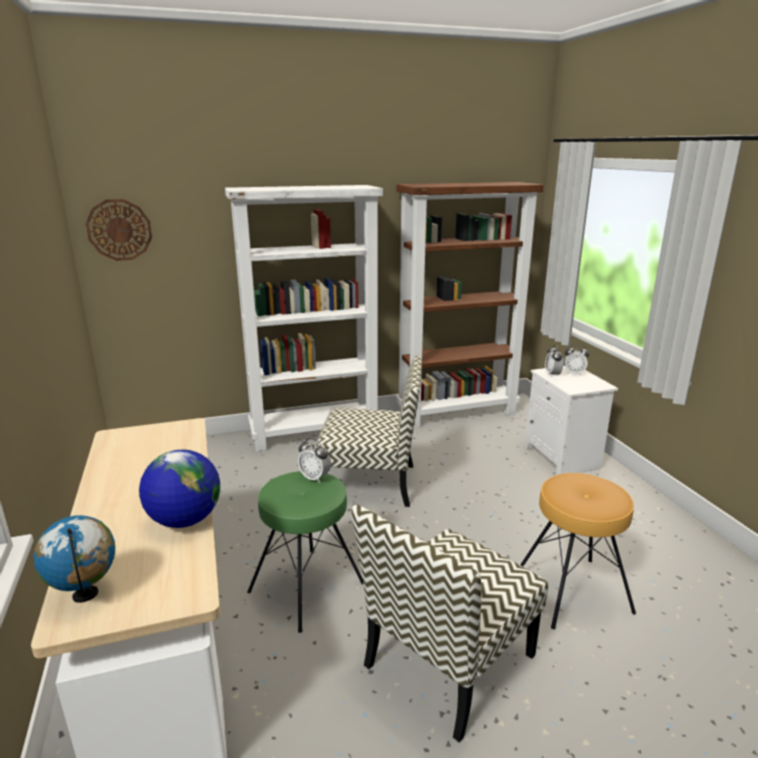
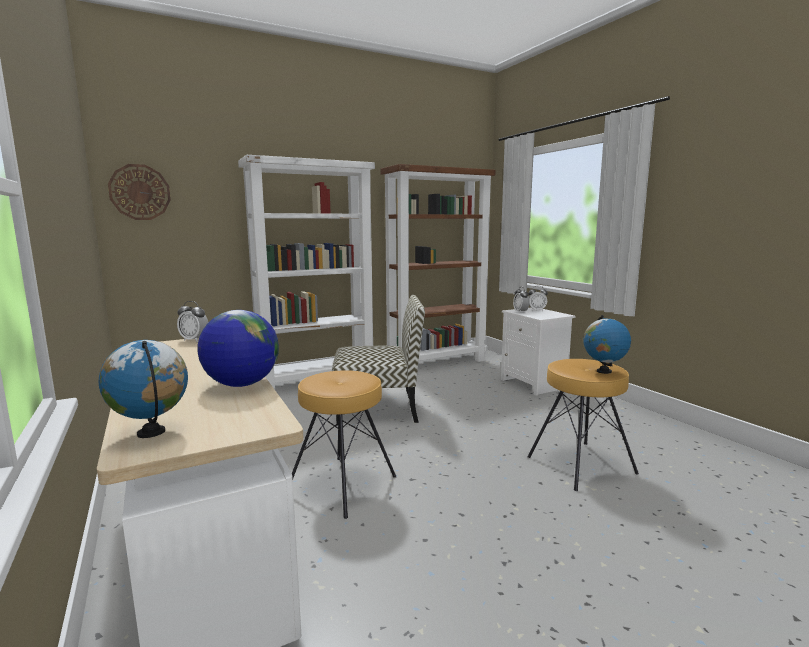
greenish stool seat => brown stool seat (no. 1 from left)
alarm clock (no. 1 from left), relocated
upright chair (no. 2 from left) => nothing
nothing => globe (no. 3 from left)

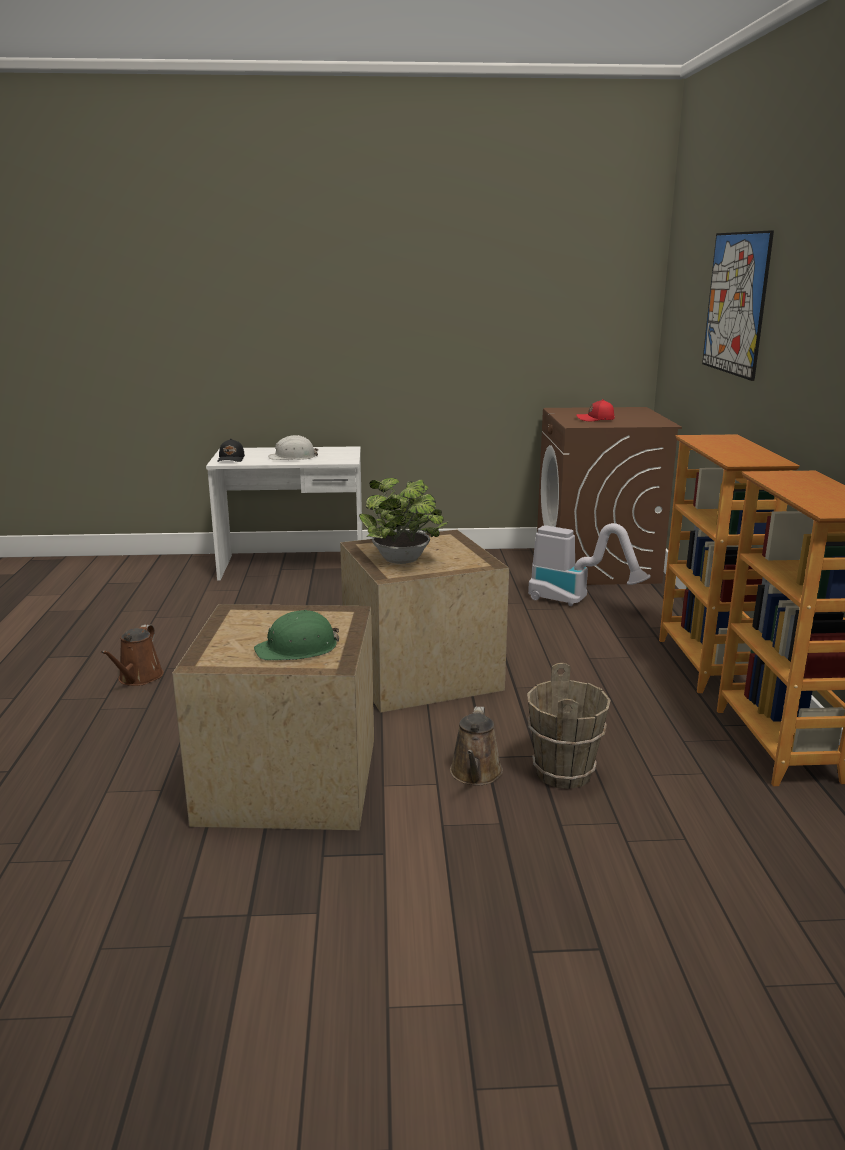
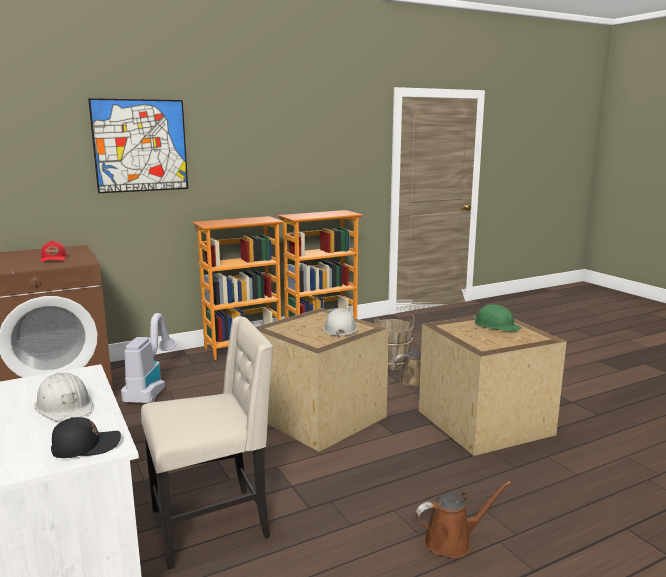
plant in a pot => white-coloured safety helmet (no. 2 from left)
nothing => beige upright chair

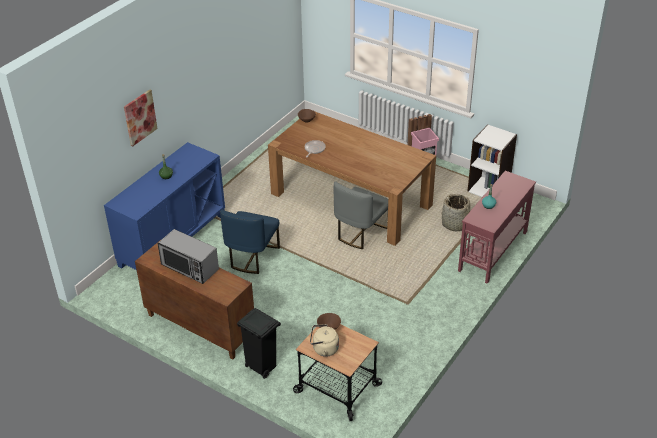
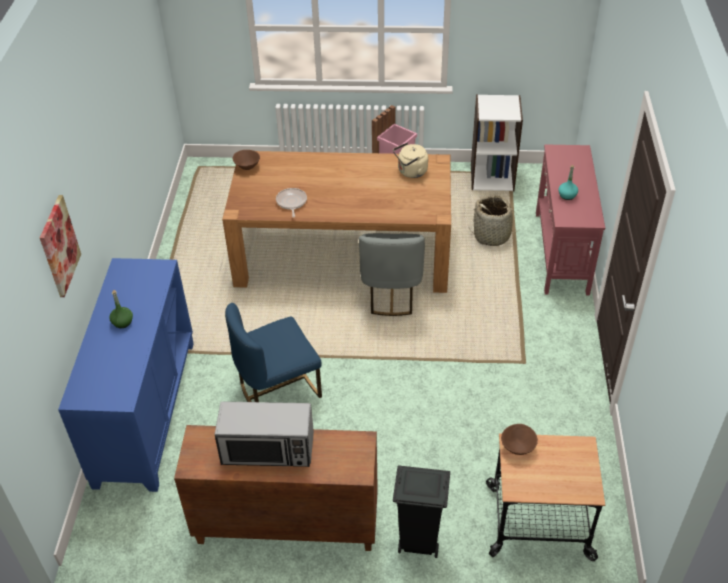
bluish upright chair, 75 degrees clockwise
beige kettle, relocated

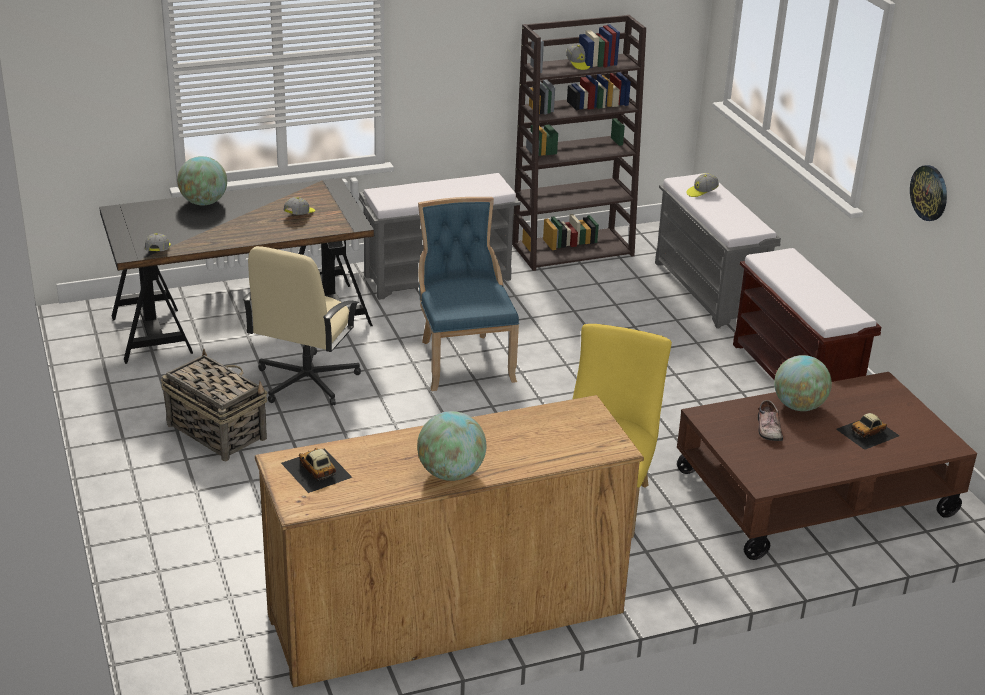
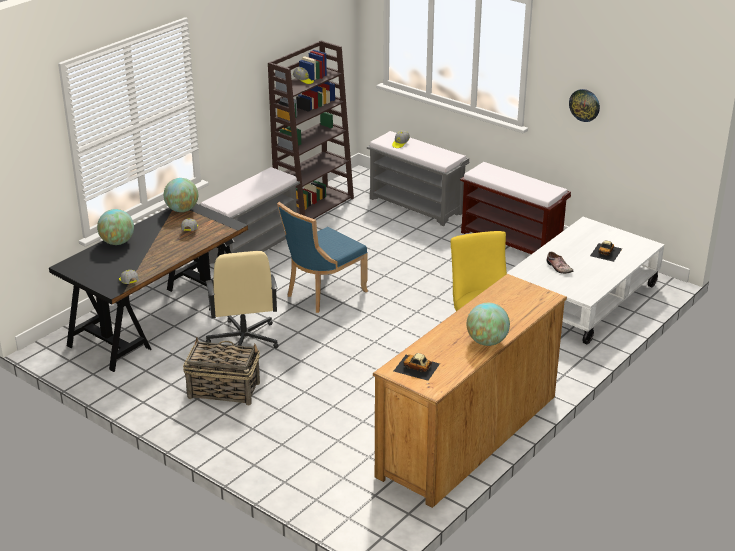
bluish upright chair, 90 degrees counterclockwise
brown lounge table => white-coloured lounge table
globe (no. 3 from left in the first image) => globe (no. 2 from left), relocated

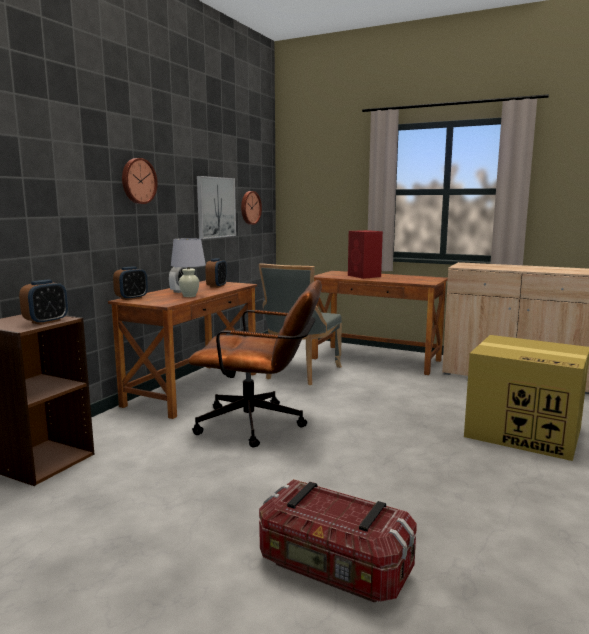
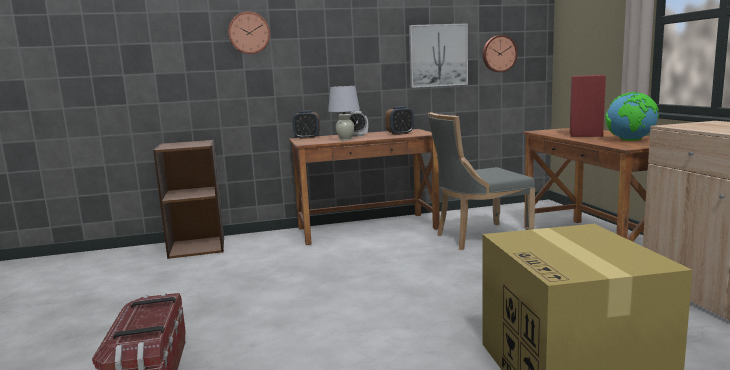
alarm clock (no. 1 from left) => nothing
clock on the wall (no. 1 from left), relocated
brown computer chair => nothing
nothing => globe

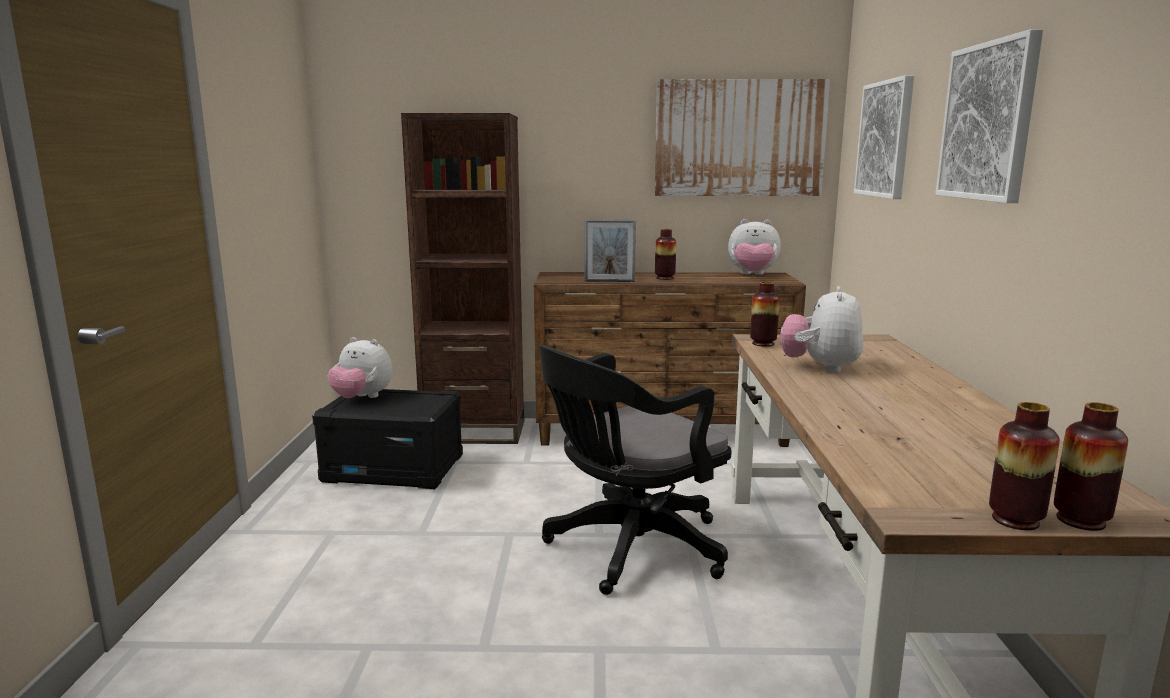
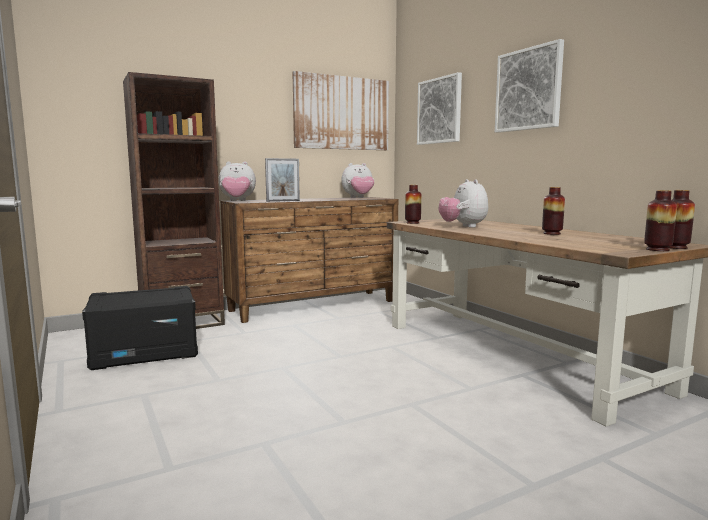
plush toy (no. 1 from left), relocated
blackish computer chair => nothing
decorative vase (no. 1 from left in the first image) => decorative vase (no. 2 from left), relocated

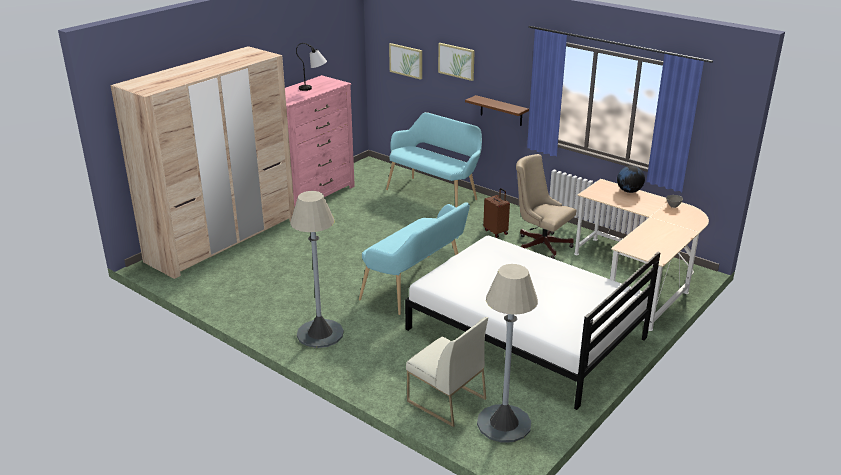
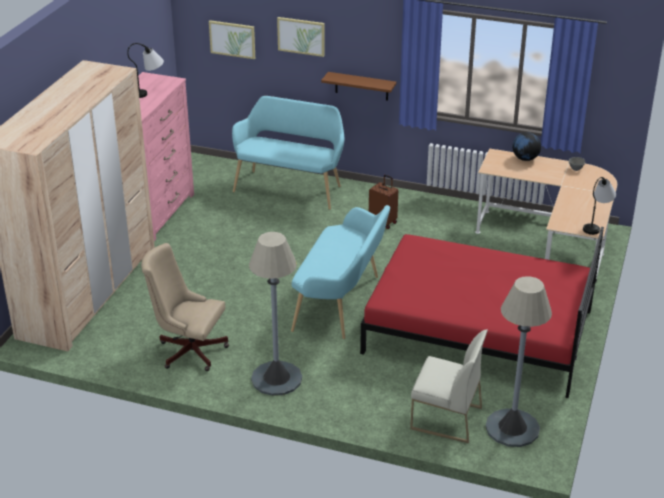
white-coloured bedroom bed => reddish bedroom bed
beige computer chair, relocated
nothing => table lamp (no. 2 from left)

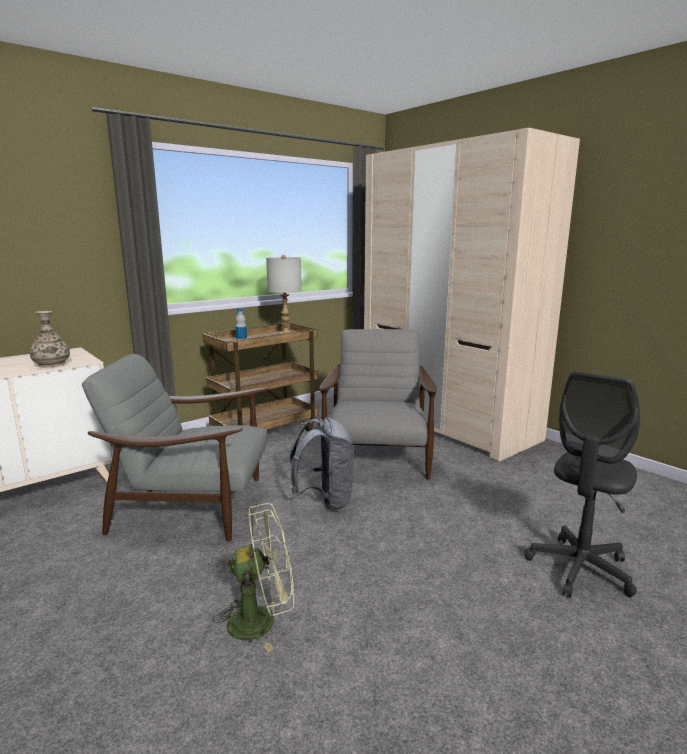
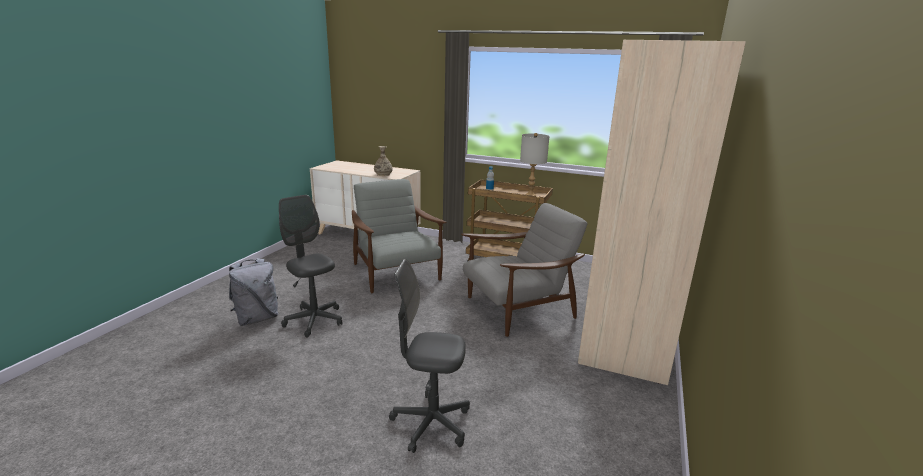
greenish fan => greyish computer chair (no. 1 from left)
greyish rucksack, relocated

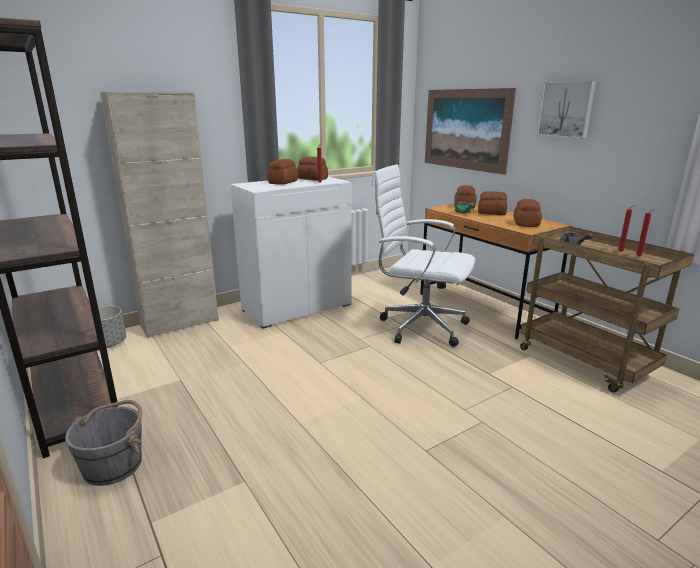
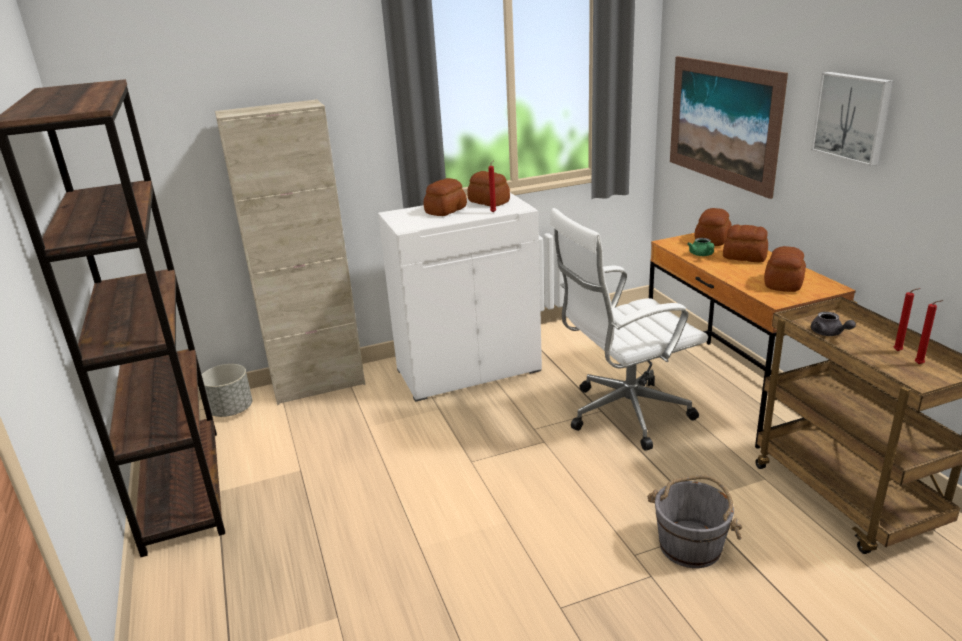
greyish pail, relocated
white-coloured computer chair, 60 degrees counterclockwise

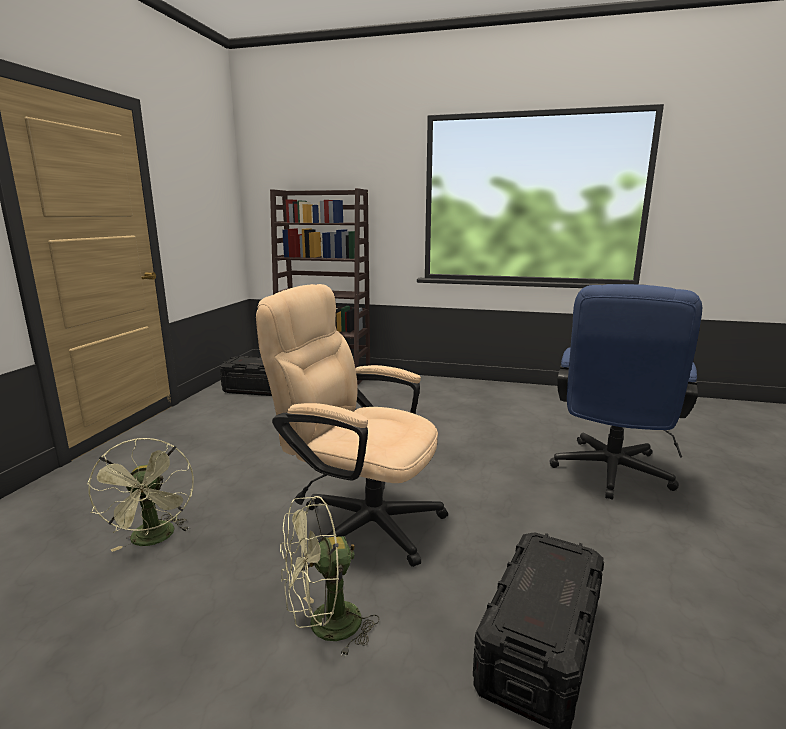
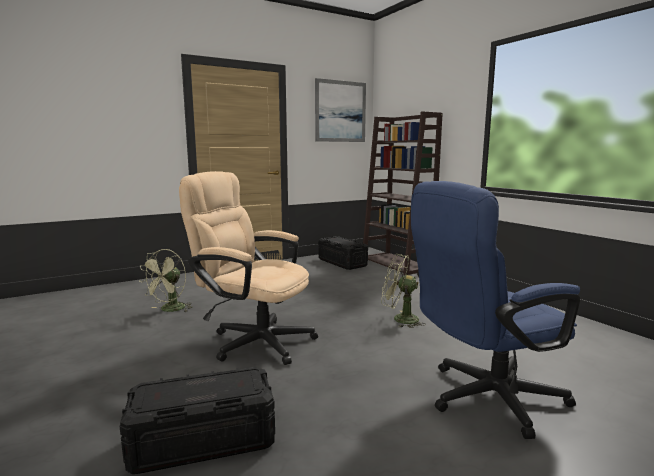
beige computer chair, 45 degrees counterclockwise
greenish fan (no. 2 from left), relocated
nothing => wall art

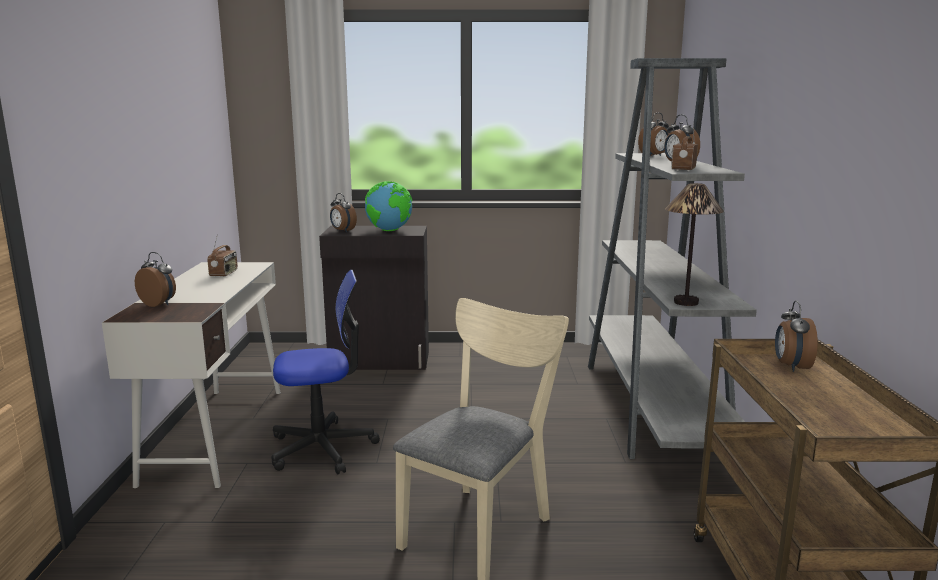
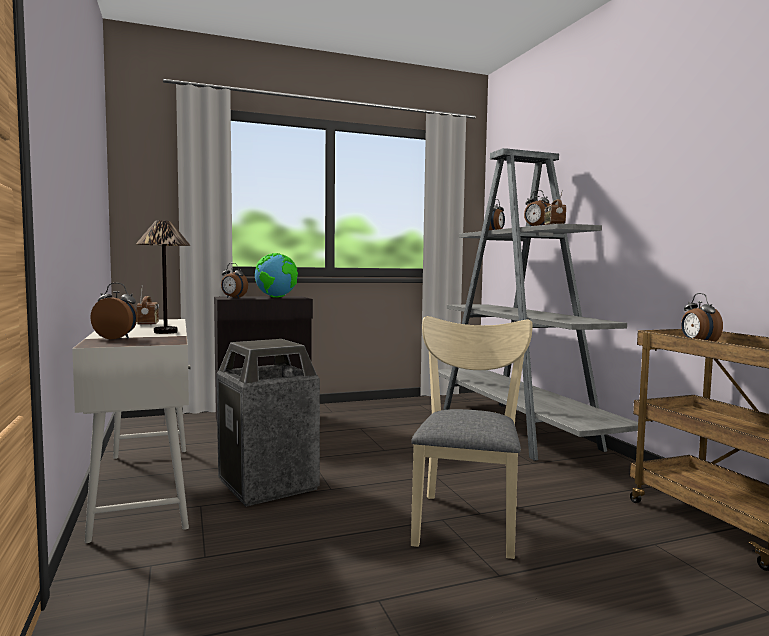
computer chair => waste bin
table lamp, relocated

